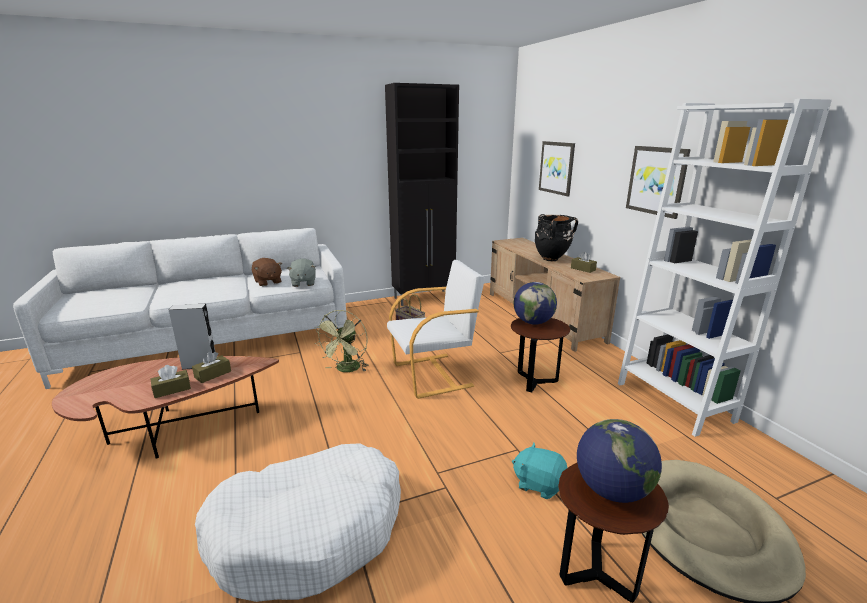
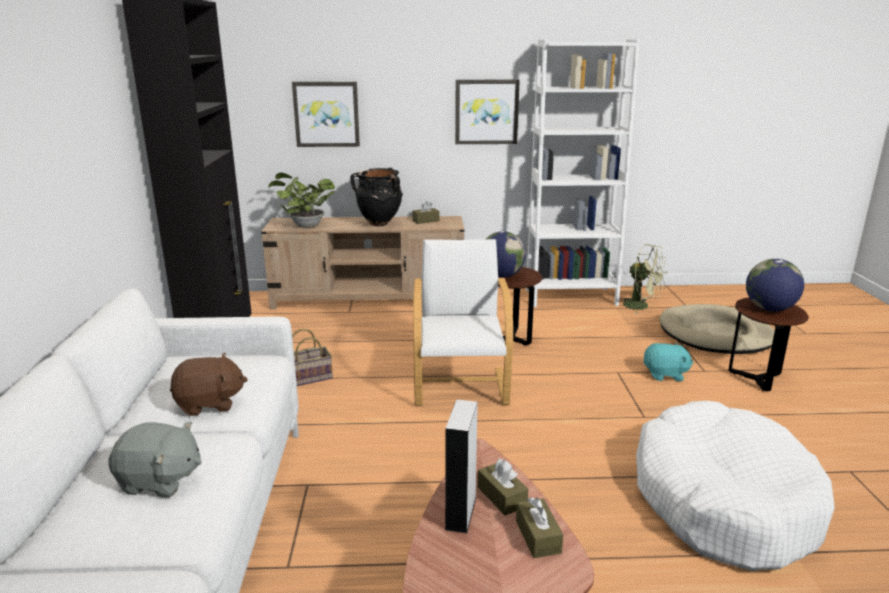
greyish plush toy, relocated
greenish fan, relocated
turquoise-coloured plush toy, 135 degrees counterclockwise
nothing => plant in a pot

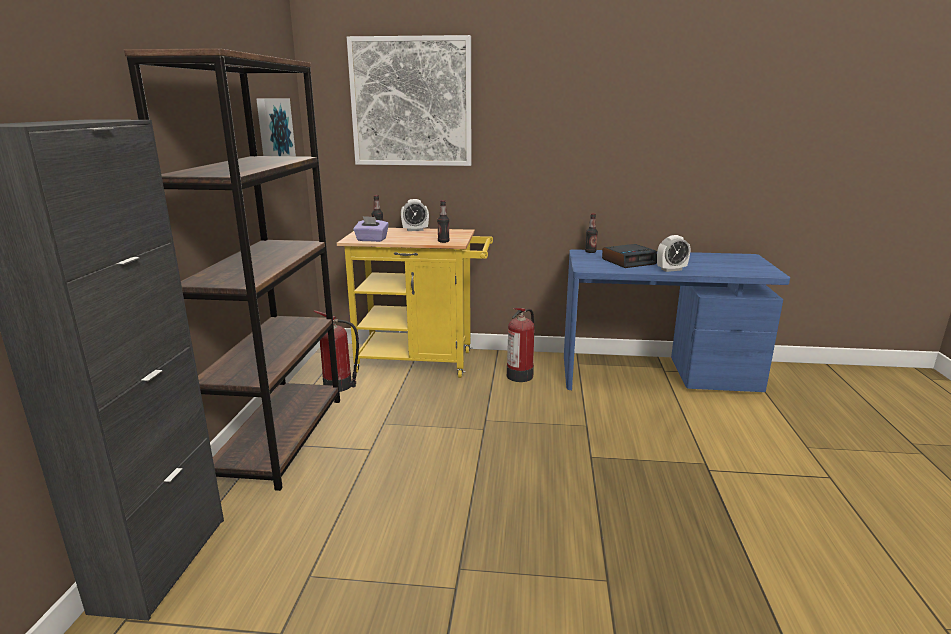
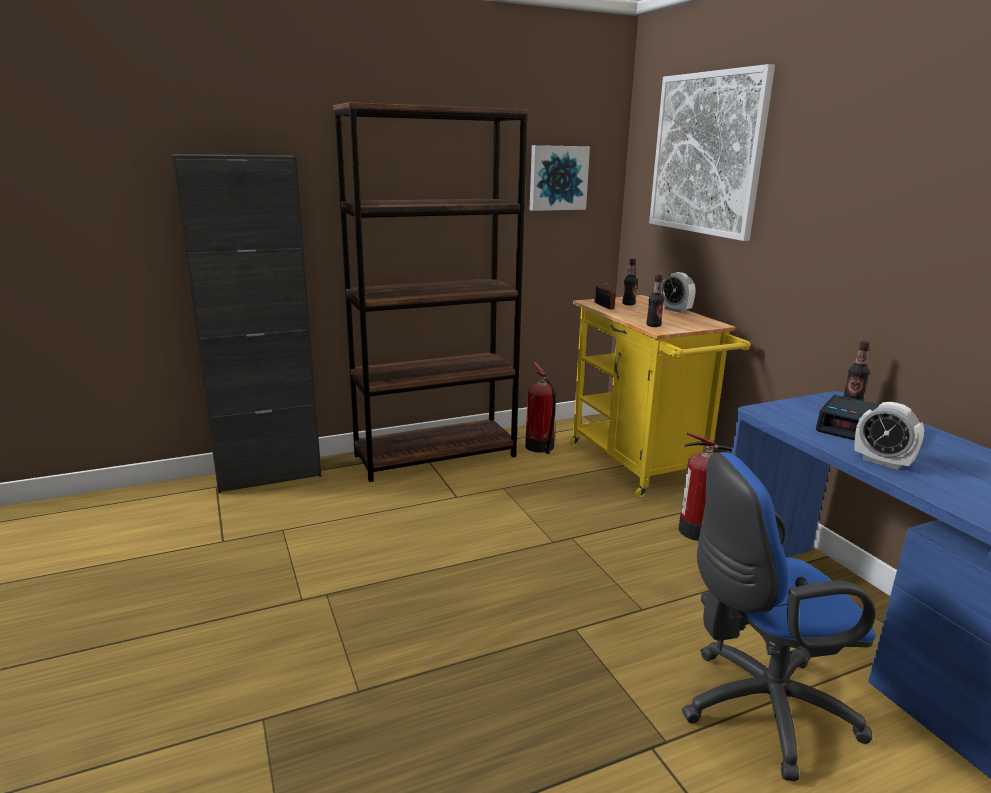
purple box of tissues => radio
nothing => bluish computer chair

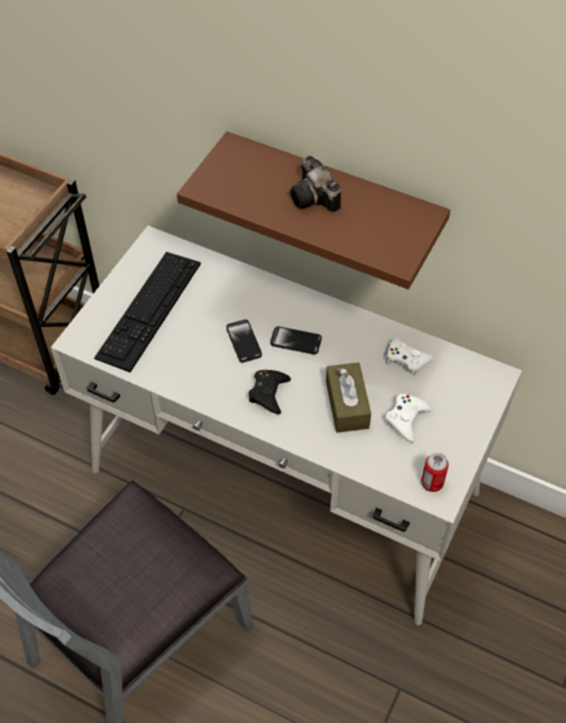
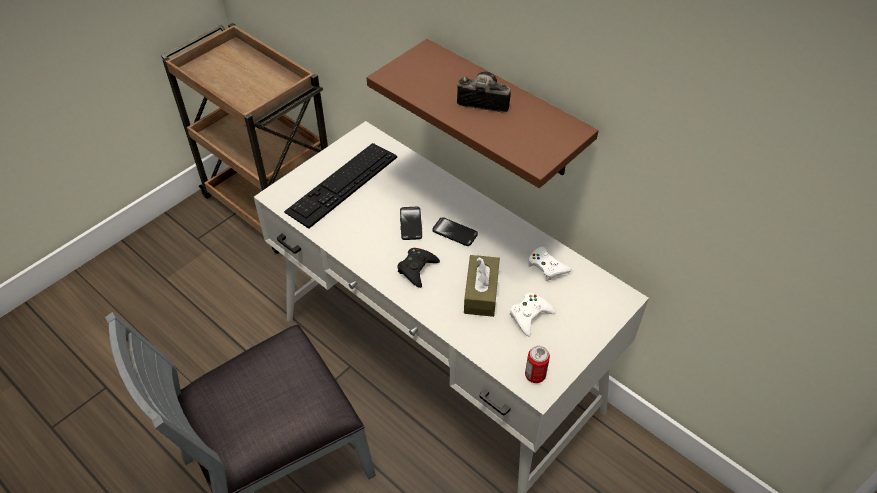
photo camera, 120 degrees clockwise

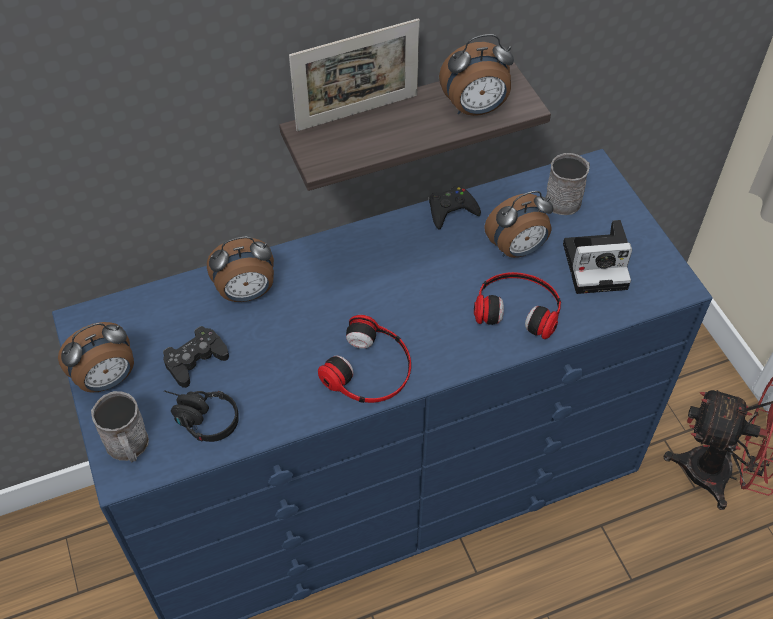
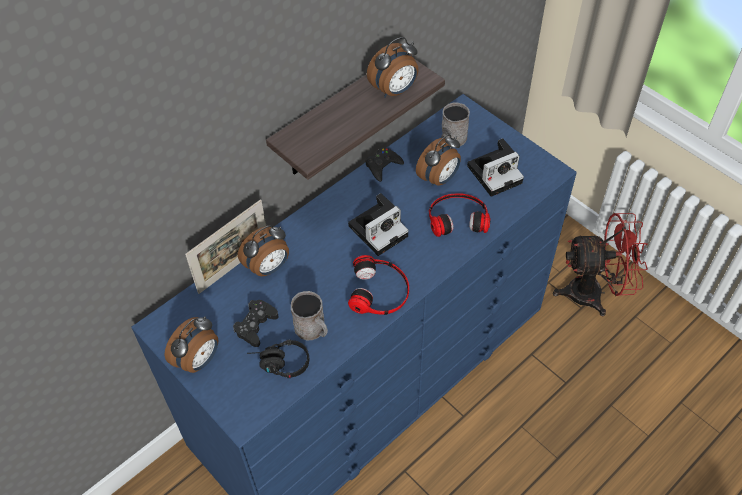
greyish tea mug (no. 1 from left), relocated
picture frame, relocated
nothing => photo camera (no. 1 from left)

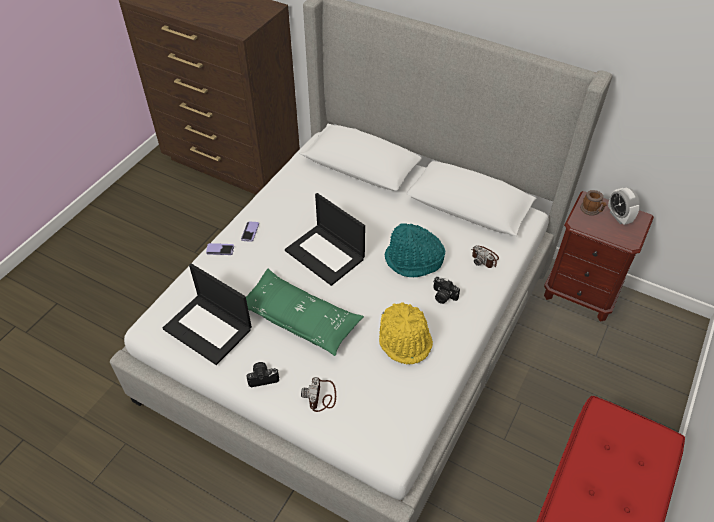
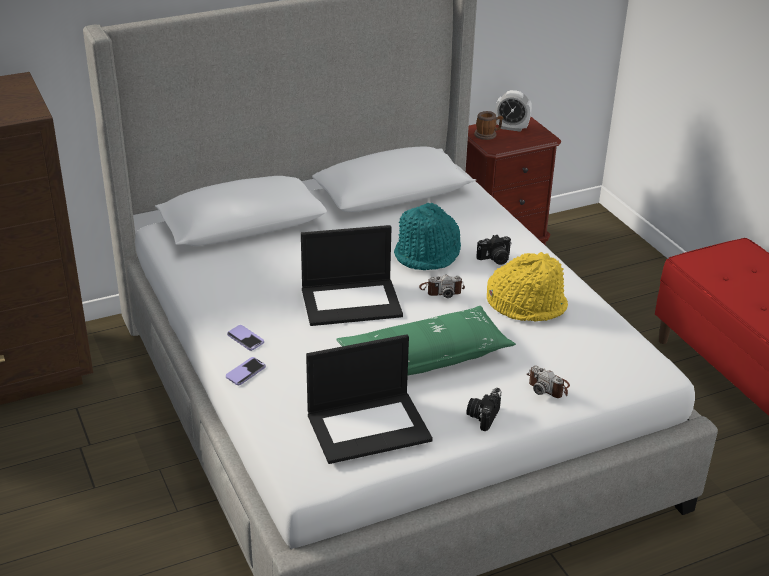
photo camera (no. 4 from left in the first image) => photo camera (no. 1 from left), relocated

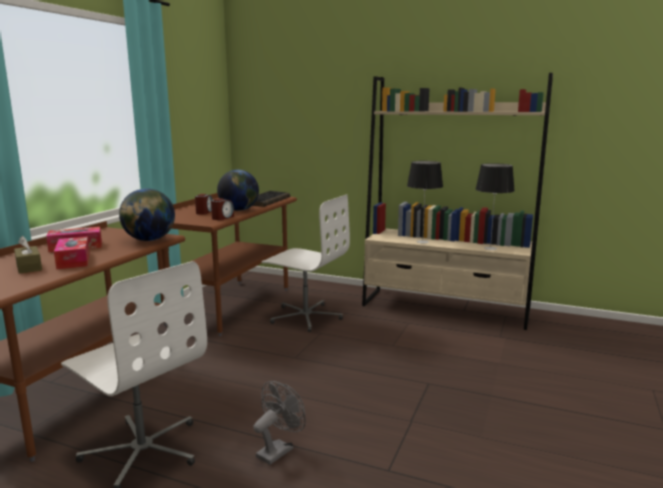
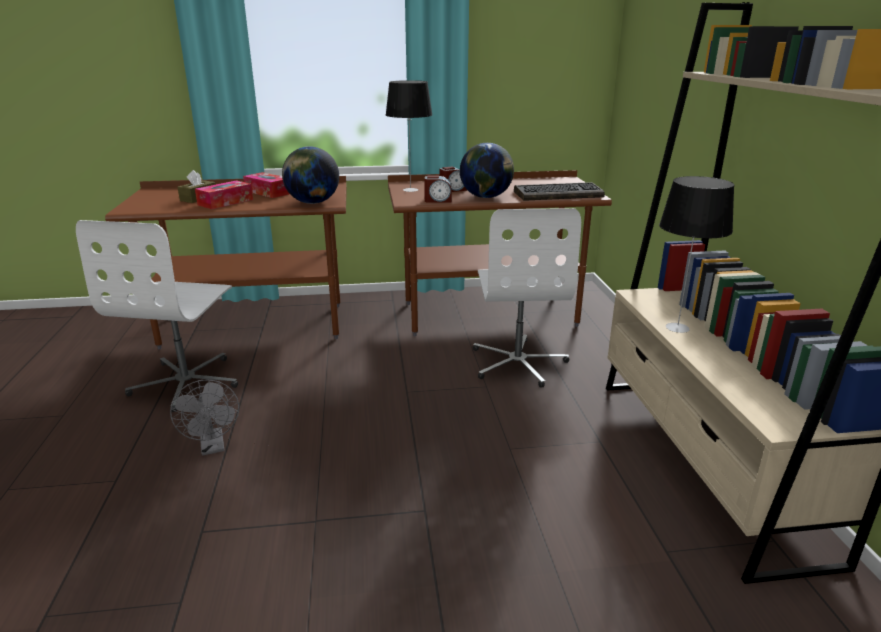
greyish fan, 60 degrees clockwise
table lamp (no. 2 from left in the first image) => table lamp (no. 1 from left), relocated

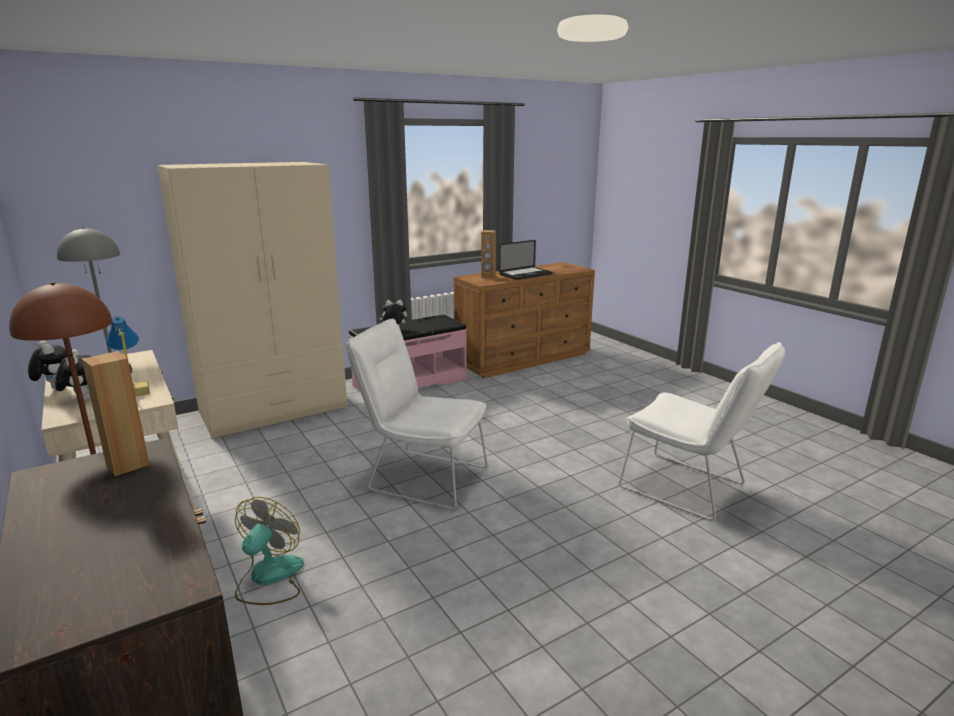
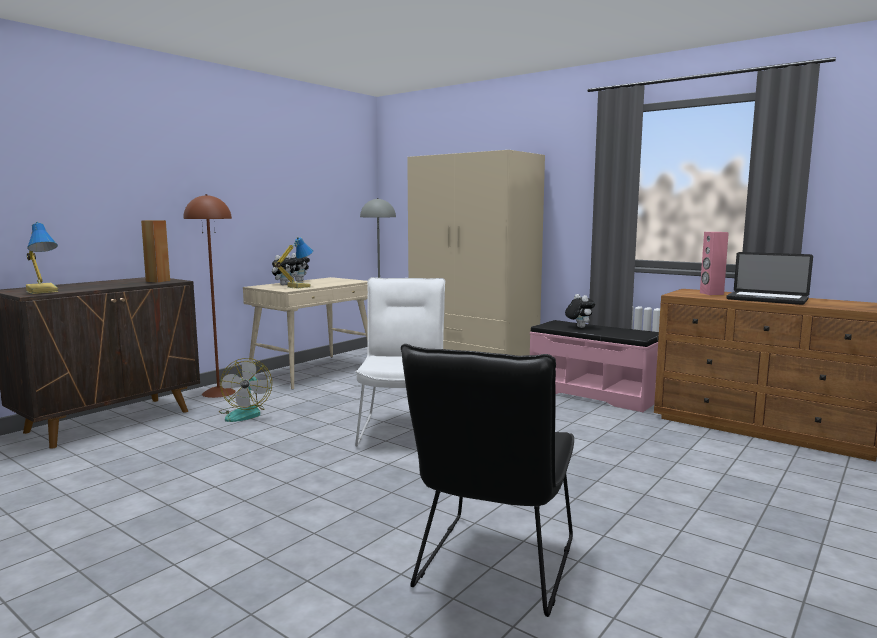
fan, 90 degrees clockwise
brown speaker (no. 2 from left) => pink speaker
white-coloured upright chair (no. 2 from left) => blackish upright chair
nothing => table lamp (no. 1 from left)

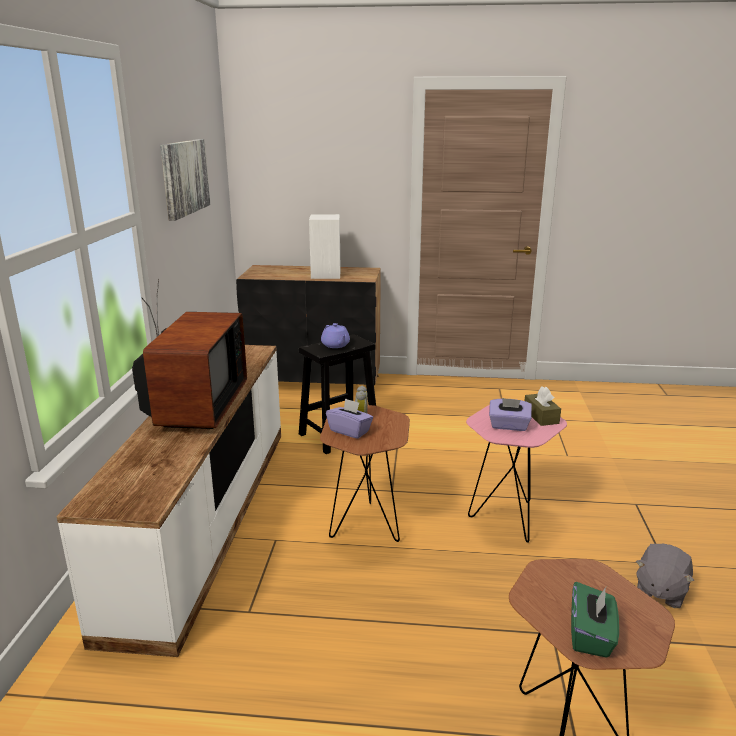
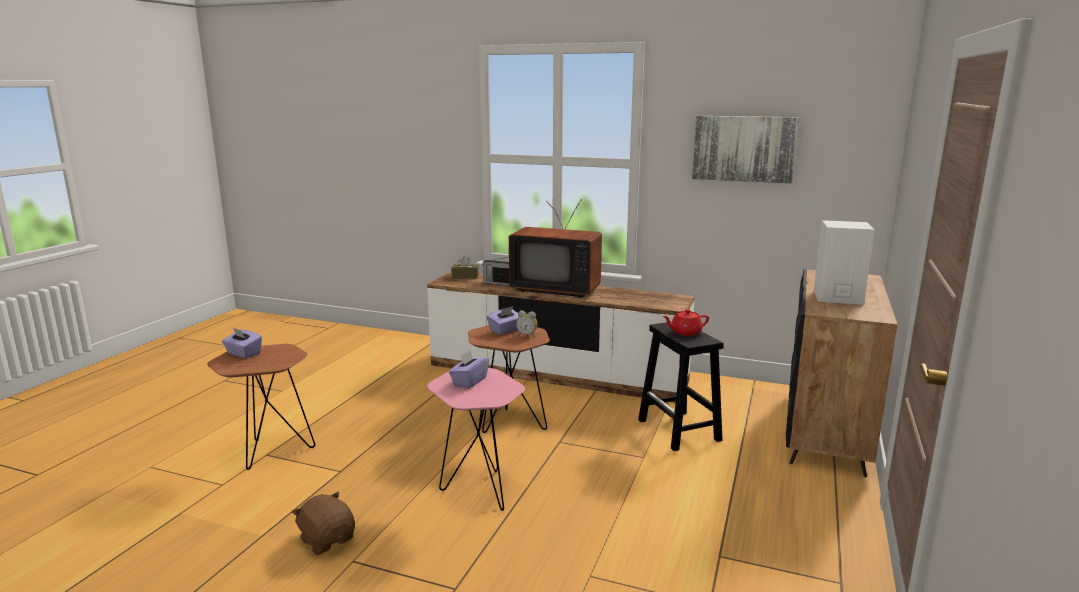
purple tea pot => reddish tea pot
brown box of tissues, relocated
greenish box of tissues => purple box of tissues (no. 1 from left)
greyish plush toy => brown plush toy
nothing => radio

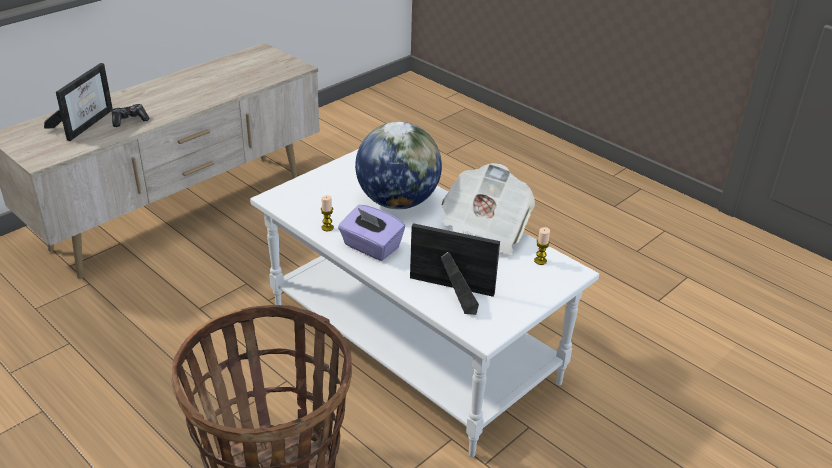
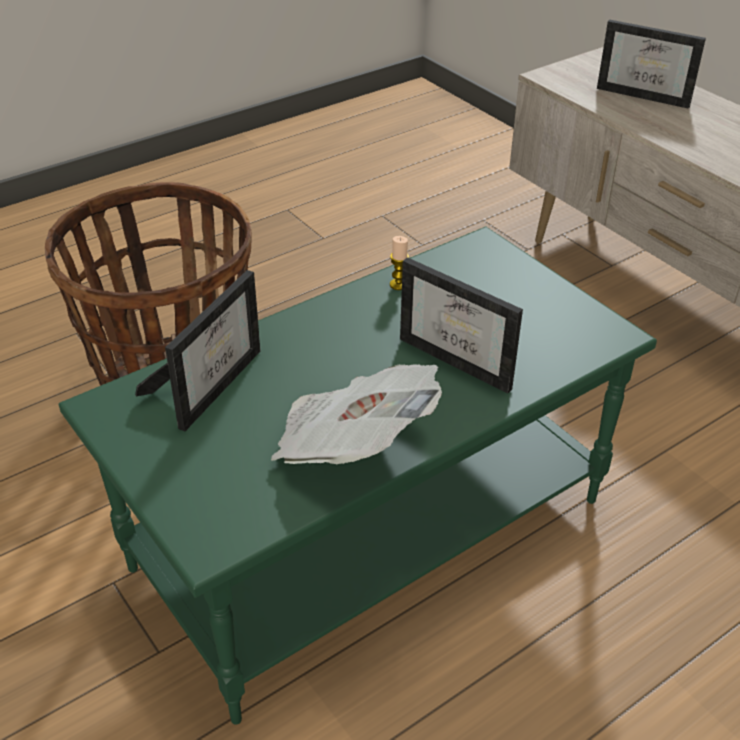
joypad => nothing
white-coloured lounge table => greenish lounge table
purple box of tissues => nothing
globe => picture frame (no. 2 from left)
wax light (no. 2 from left) => nothing

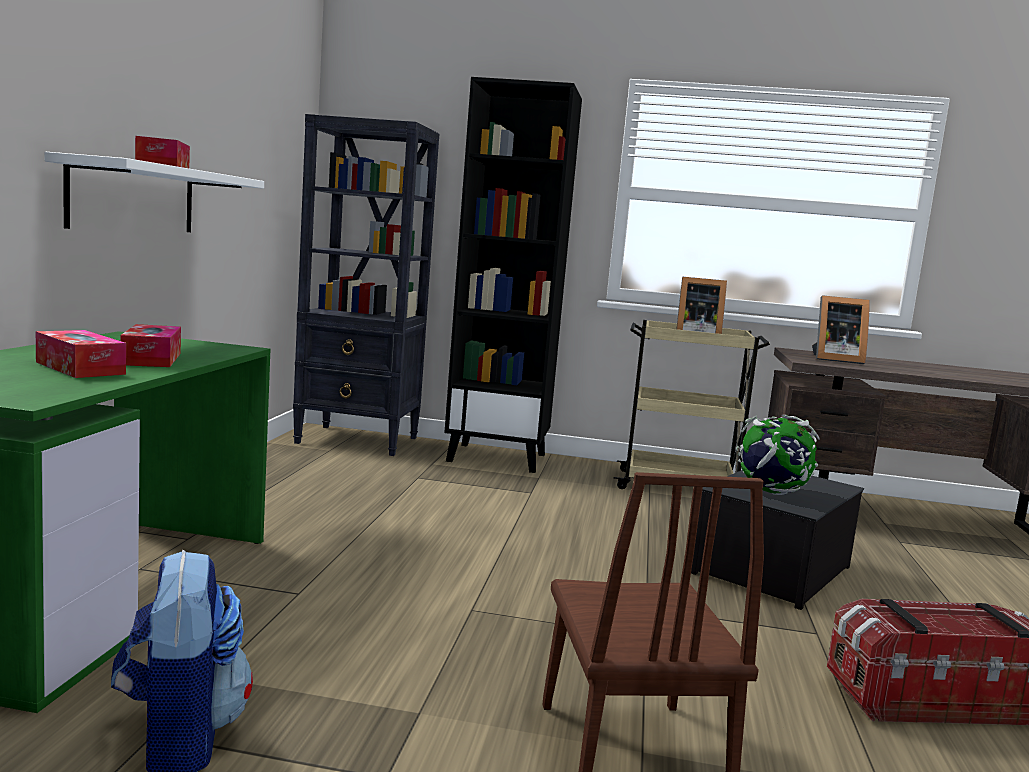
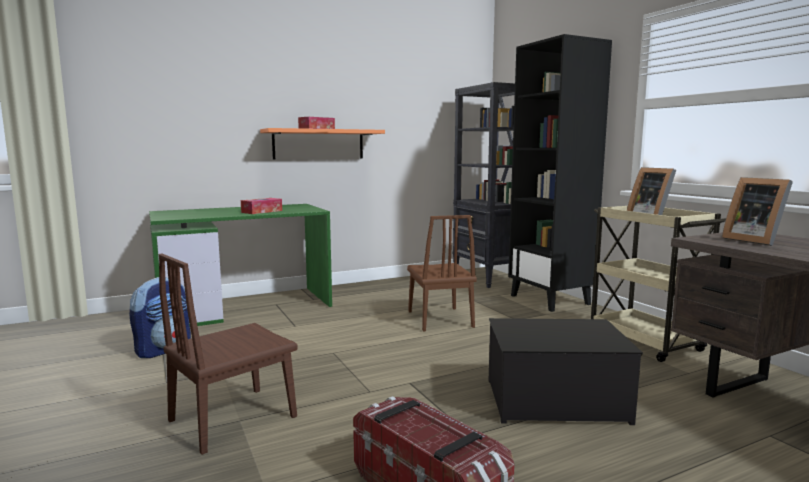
box of tissues (no. 1 from left) => nothing
white-coloured shelf => orange-coloured shelf
globe => nothing
nothing => brown upright chair (no. 2 from left)

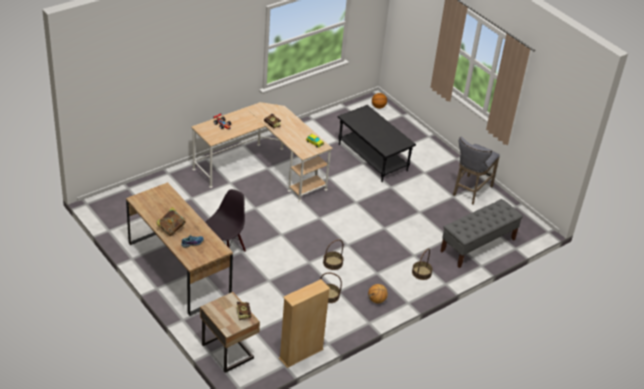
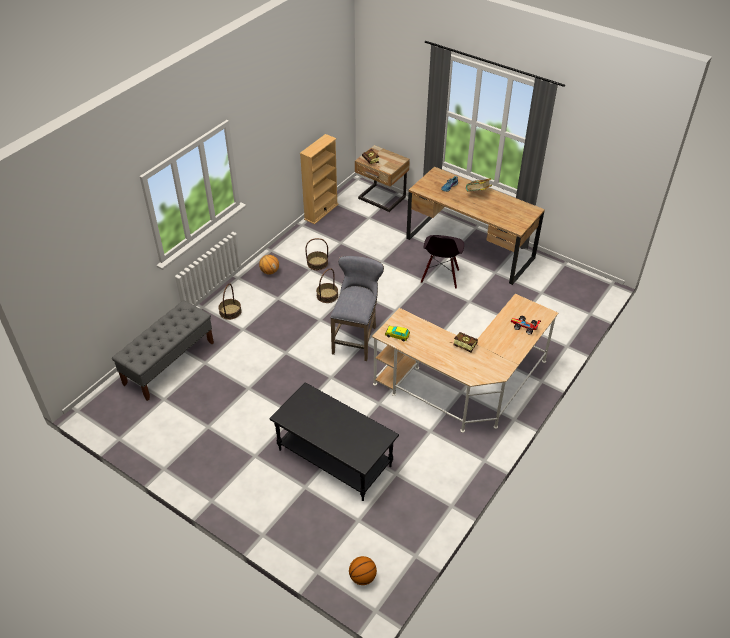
greyish stool seat, relocated

